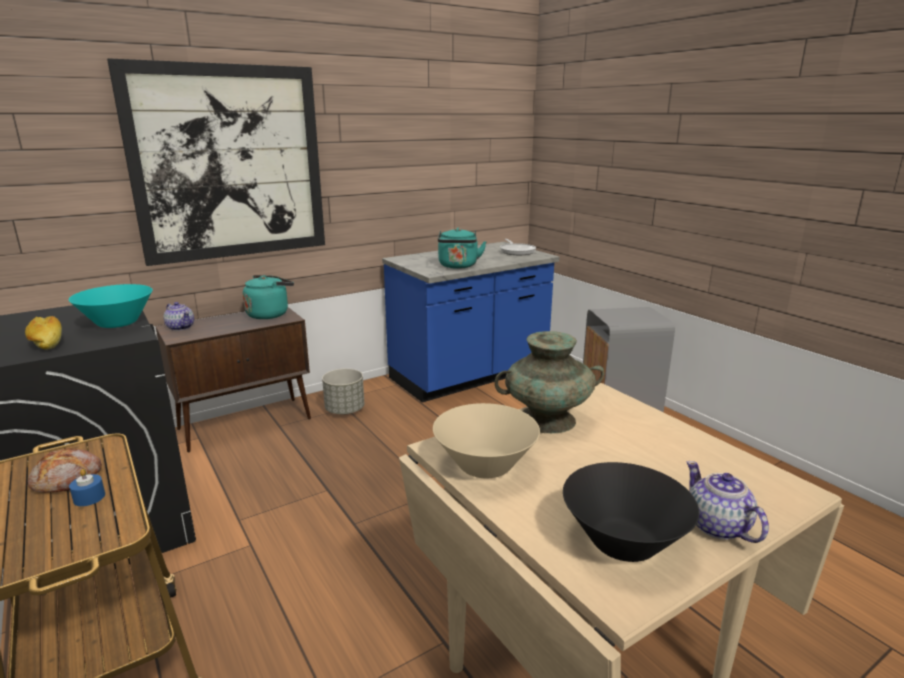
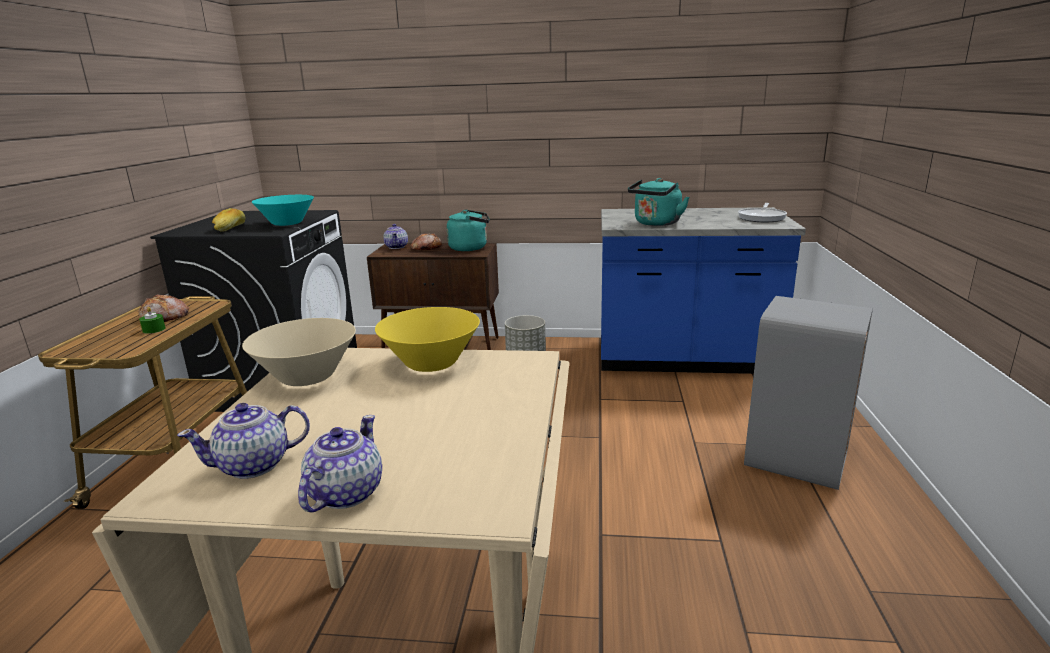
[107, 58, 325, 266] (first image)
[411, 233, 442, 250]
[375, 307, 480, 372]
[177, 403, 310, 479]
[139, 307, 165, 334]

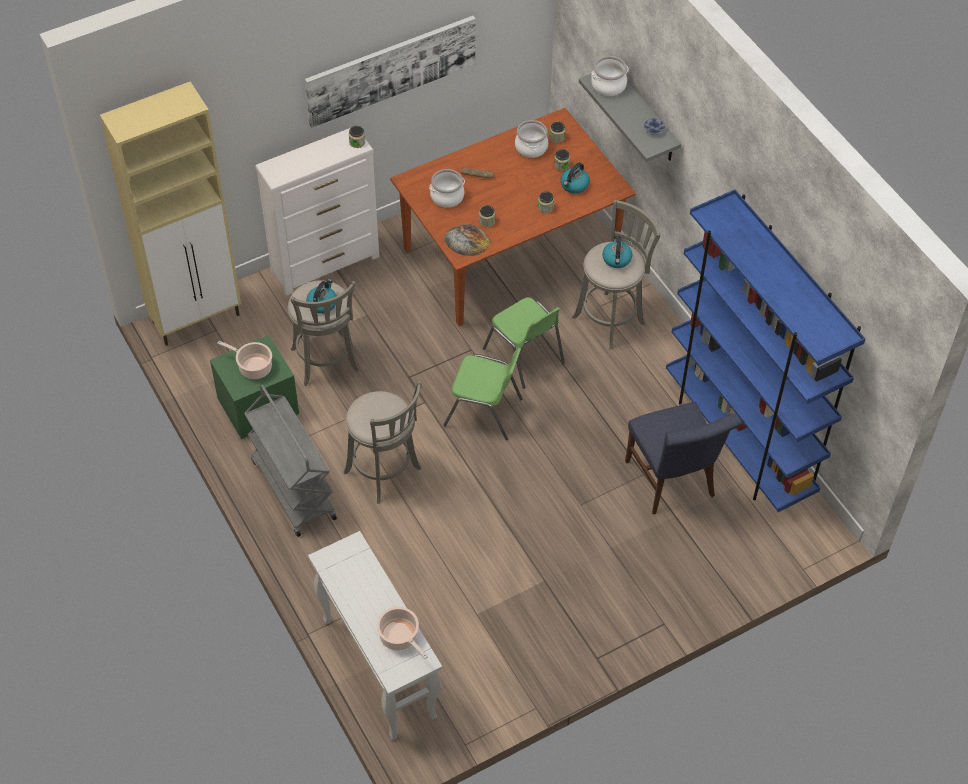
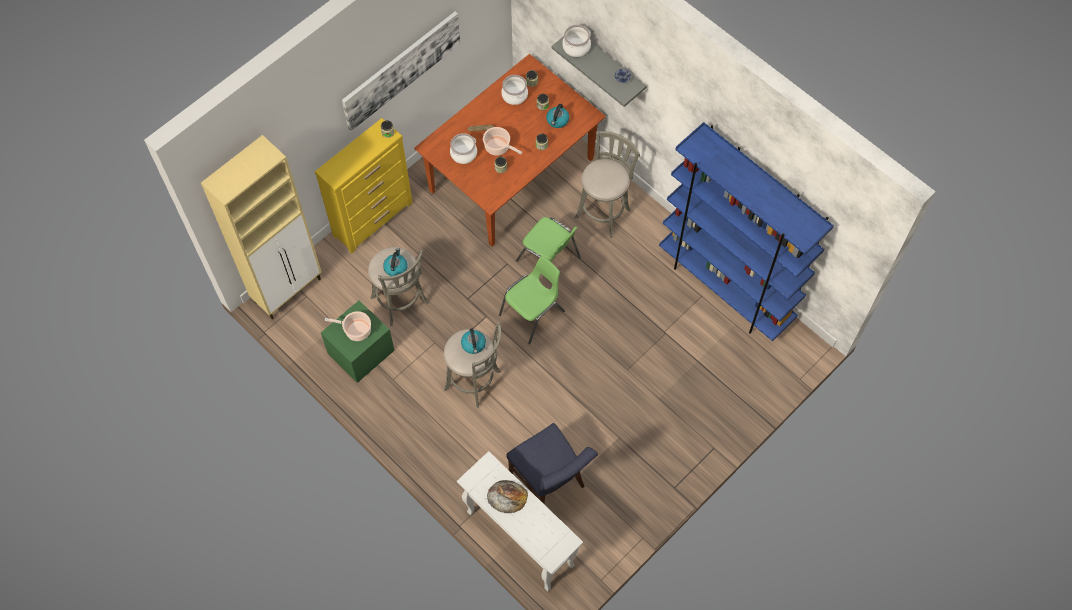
[244, 384, 337, 537] (first image)
[483, 127, 522, 156]
[487, 480, 528, 513]
[461, 328, 486, 354]
[506, 423, 598, 504]
[315, 118, 413, 254]
[499, 256, 565, 344]

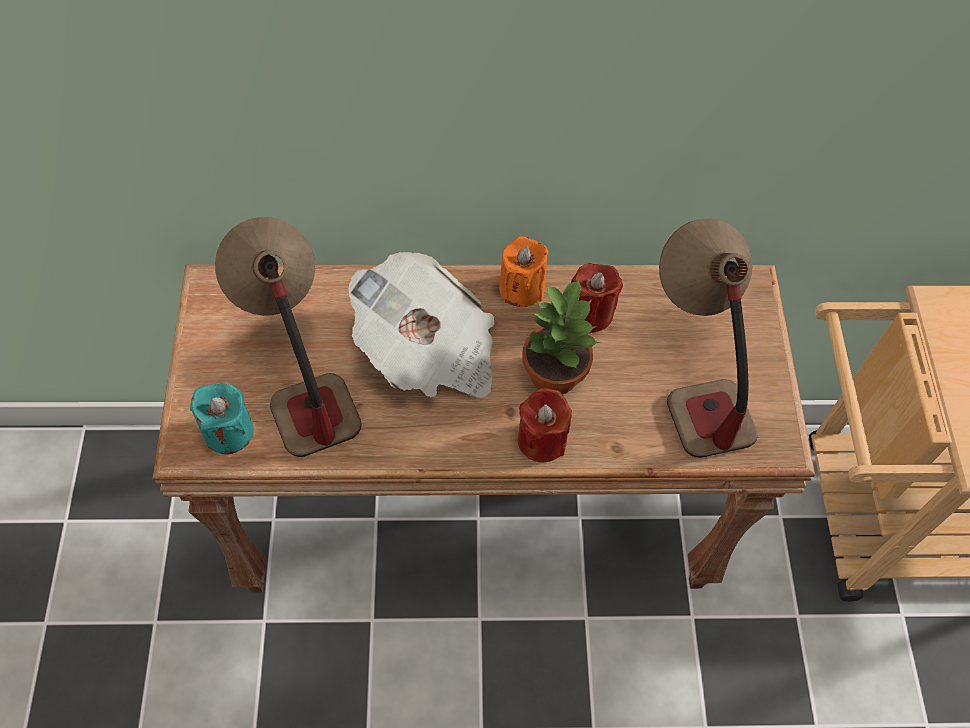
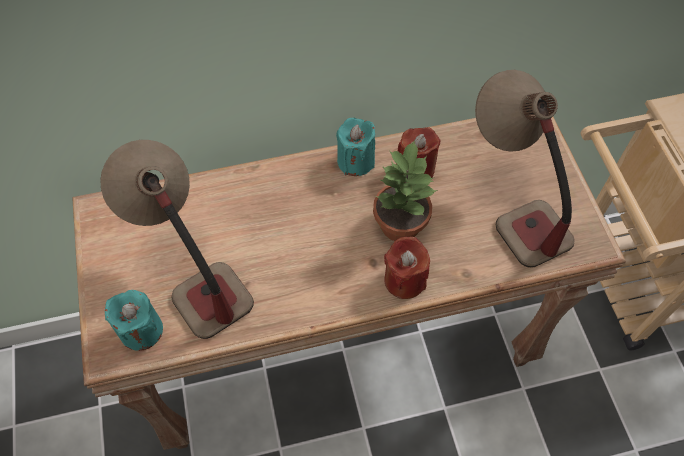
[348, 252, 495, 398] (first image)
[336, 118, 375, 176]

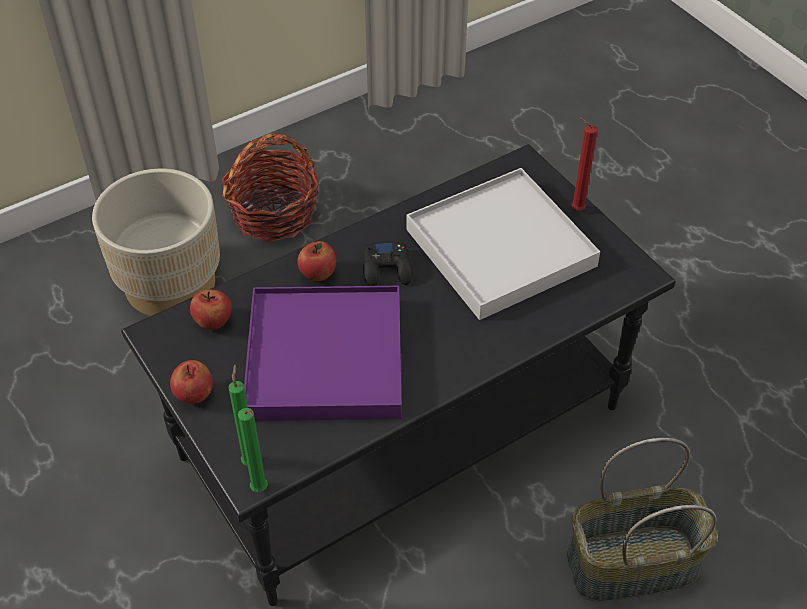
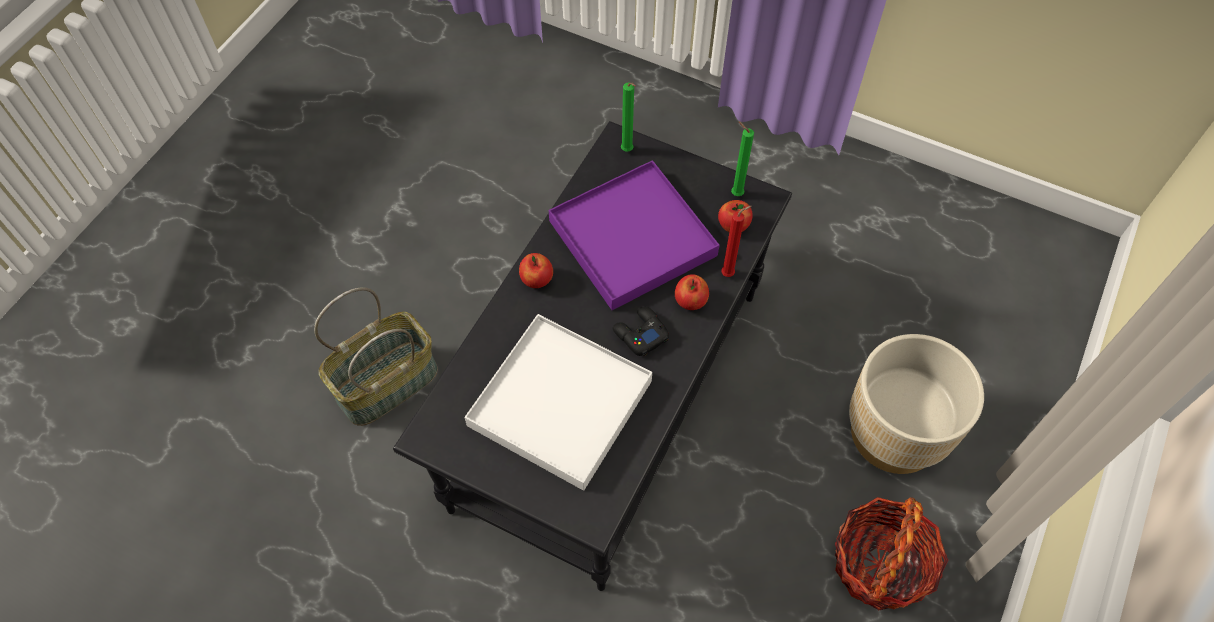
[519, 253, 553, 288]
[731, 121, 754, 196]
[721, 206, 751, 277]

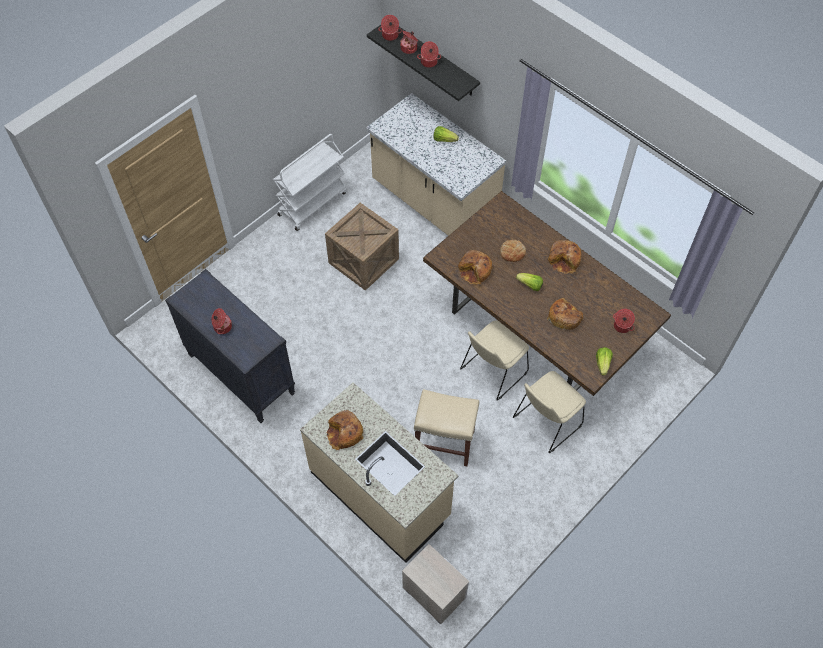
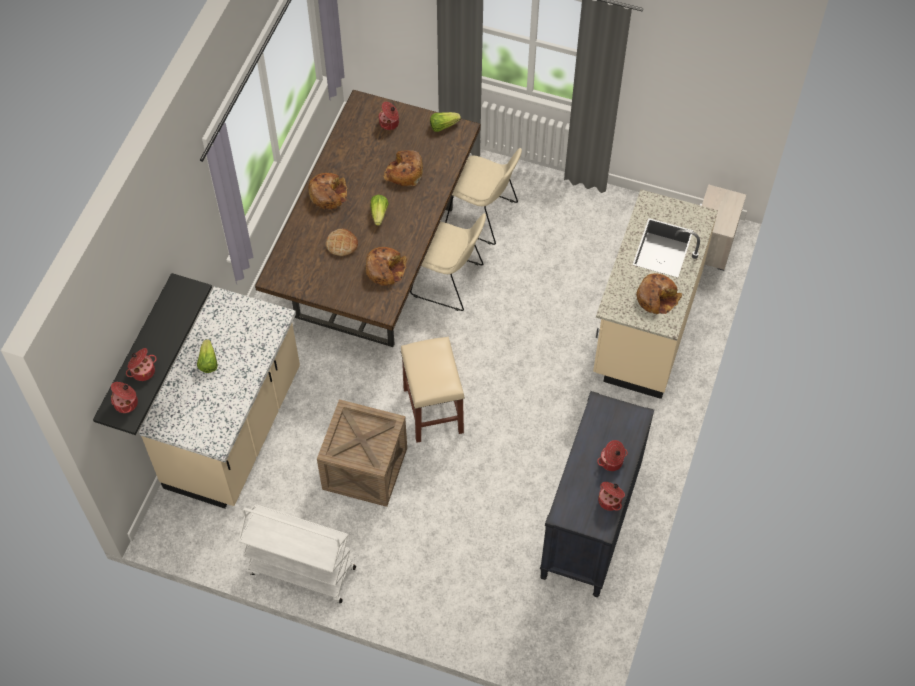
[401, 337, 465, 443]
[598, 482, 625, 511]

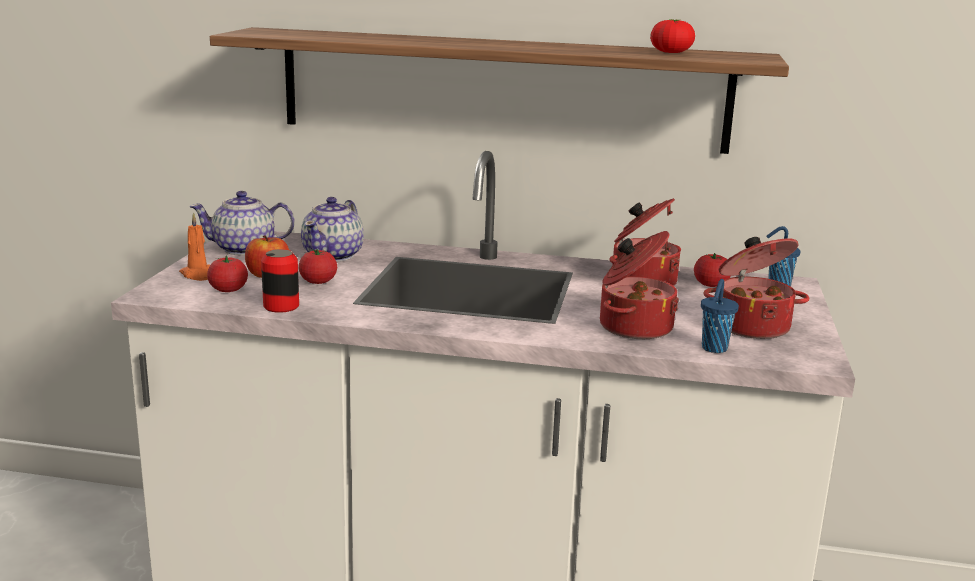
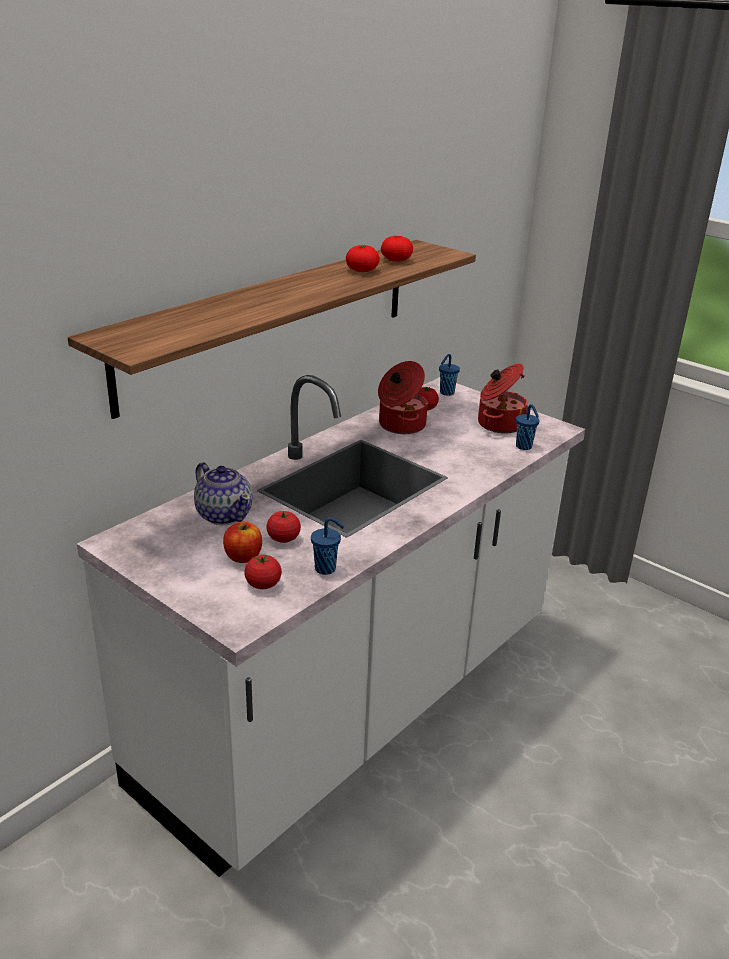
[179, 212, 210, 281] (first image)
[189, 191, 295, 255] (first image)
[600, 231, 679, 339] (first image)
[346, 245, 380, 272]
[311, 517, 344, 575]

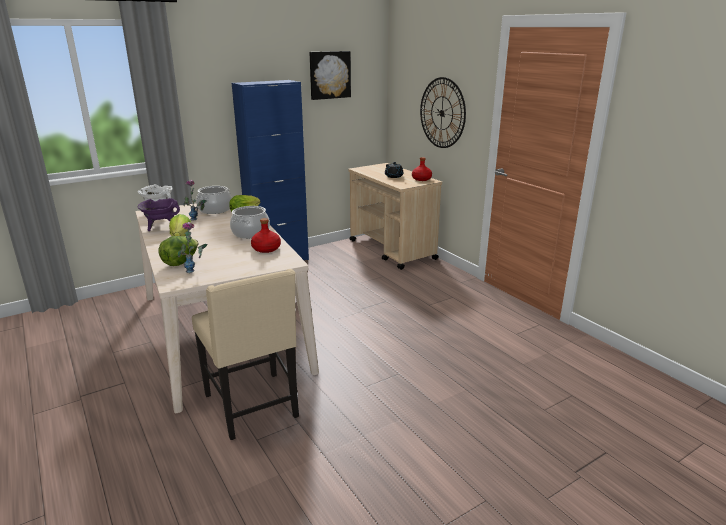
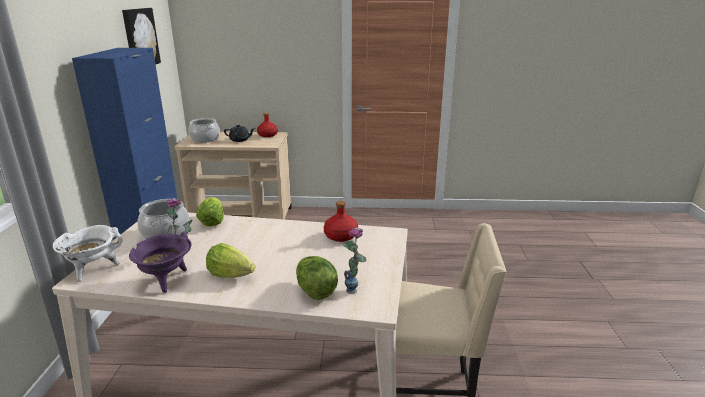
[420, 77, 466, 148] (first image)
[188, 118, 220, 143]

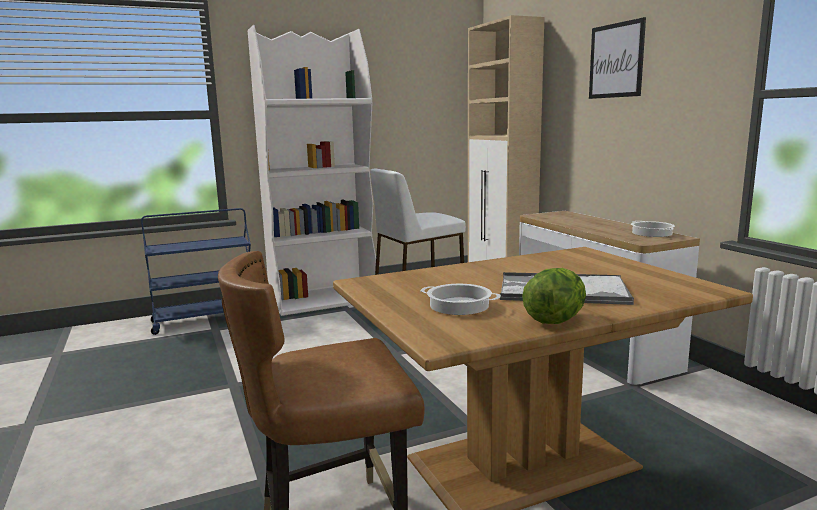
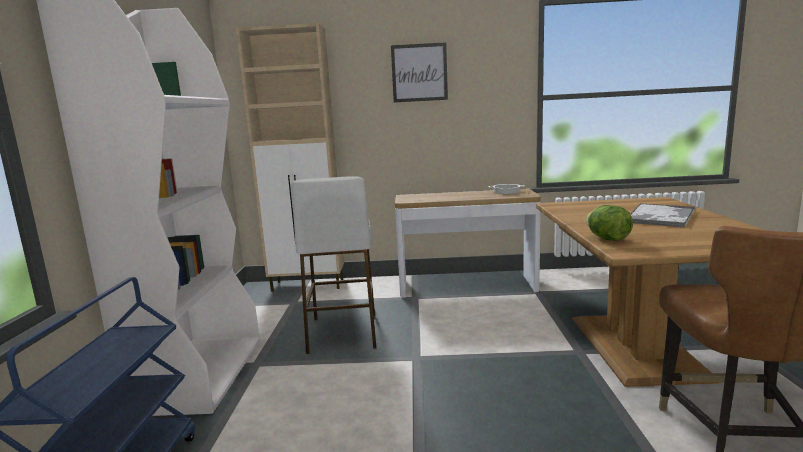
[420, 284, 501, 315] (first image)
[586, 205, 633, 241]

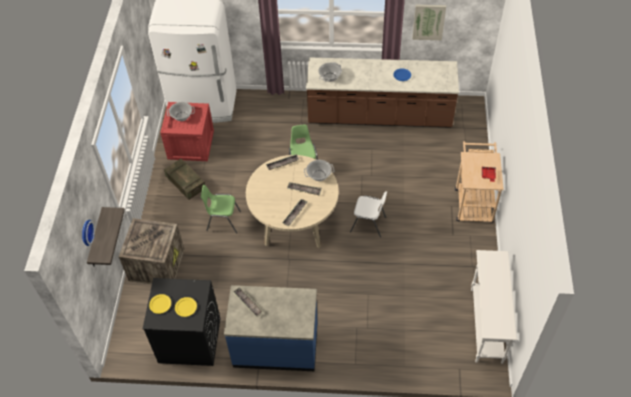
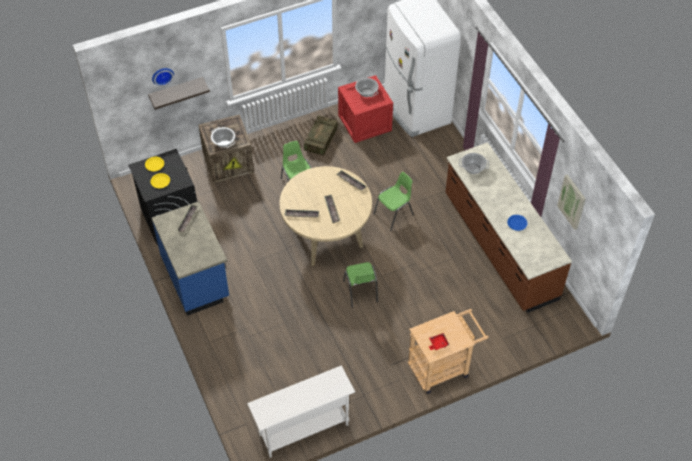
[211, 127, 235, 148]
[343, 262, 378, 308]

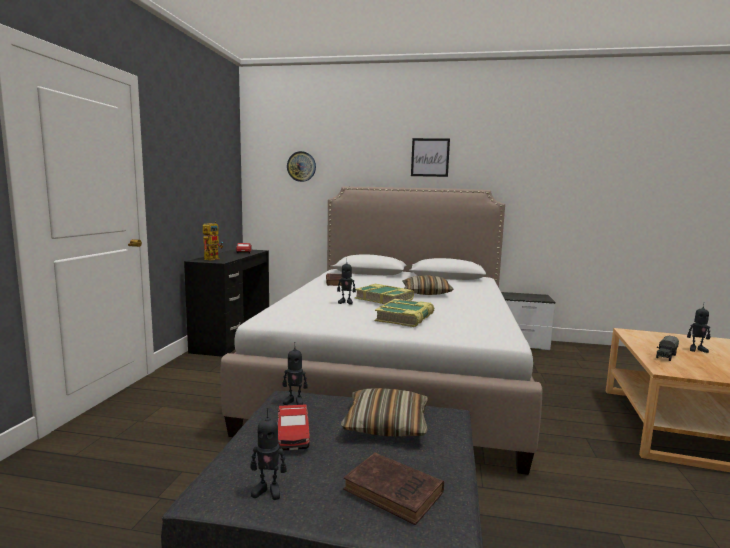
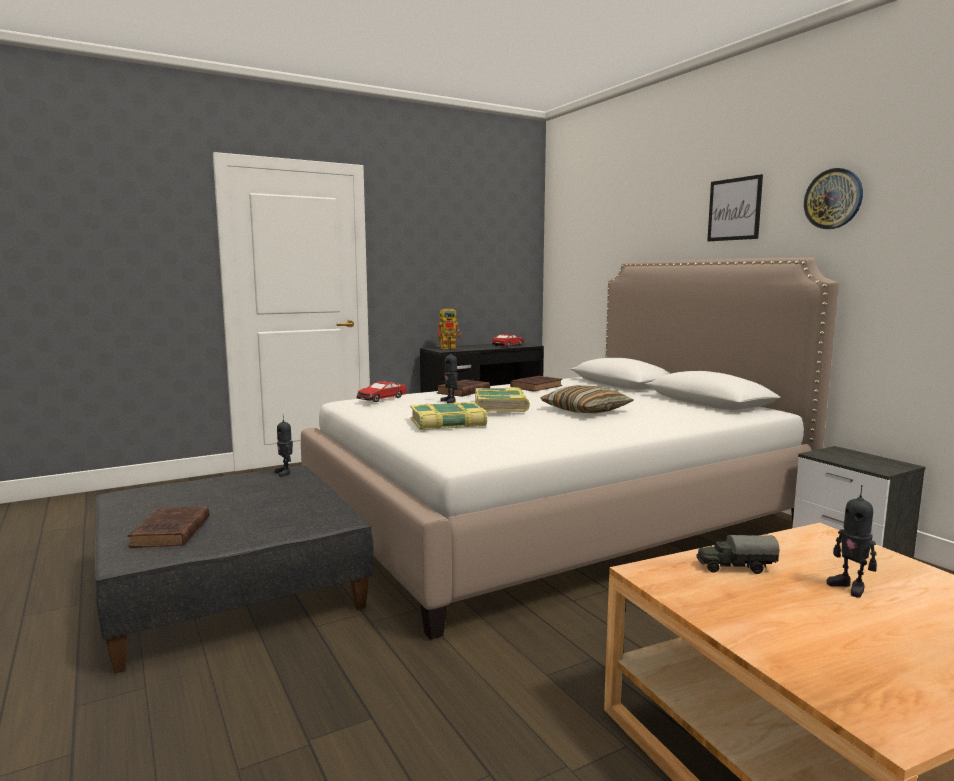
[250, 408, 287, 500] (first image)
[341, 388, 428, 436] (first image)
[437, 380, 490, 397]
[357, 381, 406, 402]
[804, 168, 863, 229]

